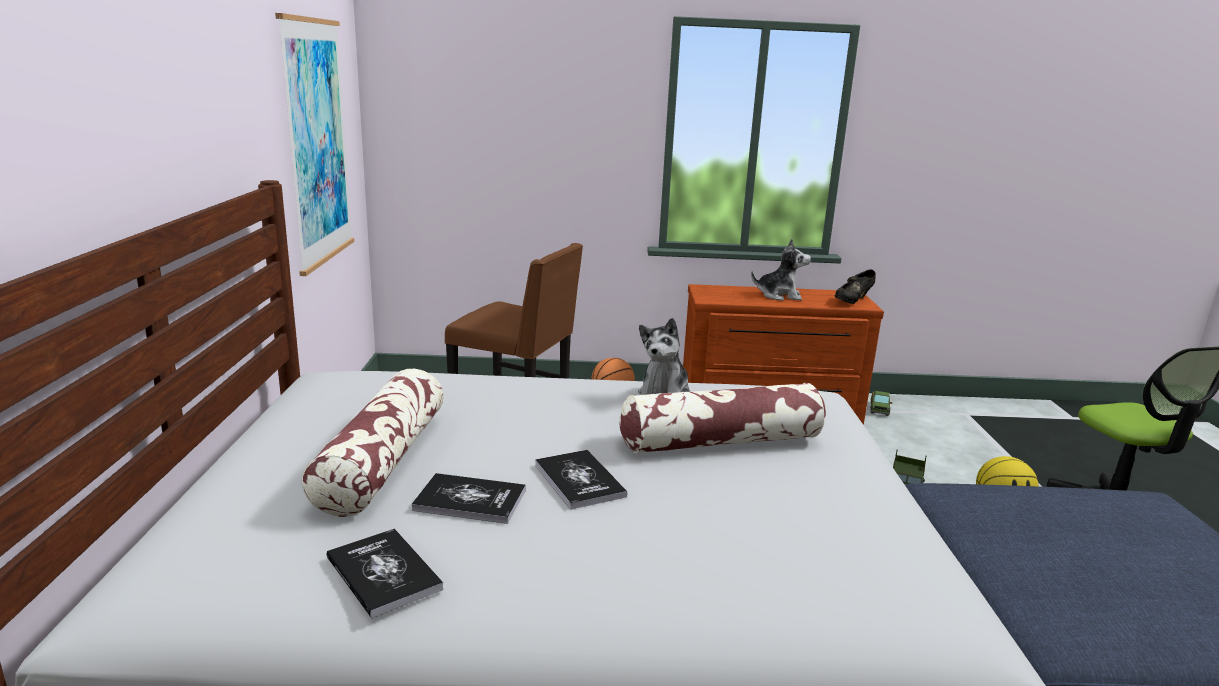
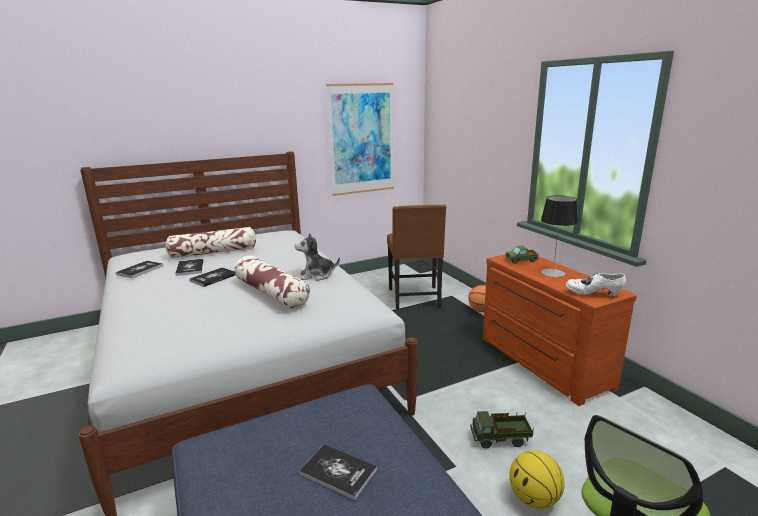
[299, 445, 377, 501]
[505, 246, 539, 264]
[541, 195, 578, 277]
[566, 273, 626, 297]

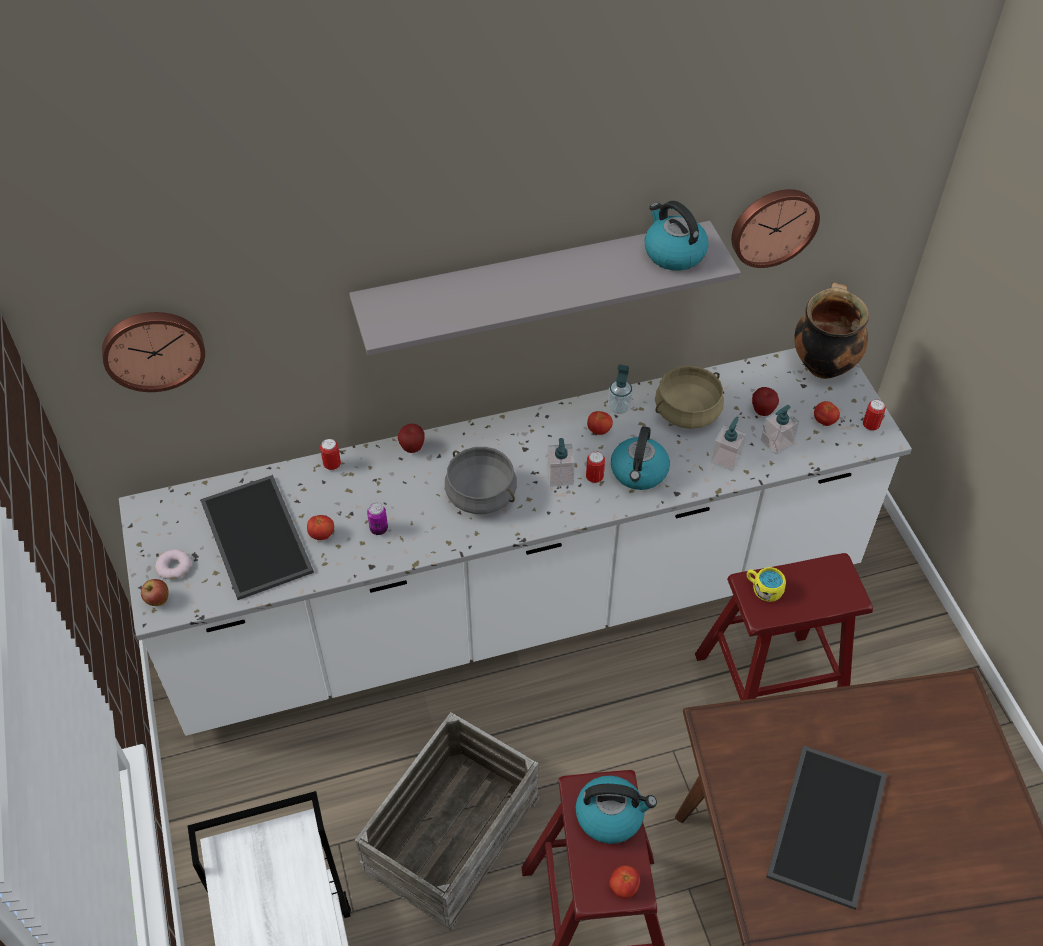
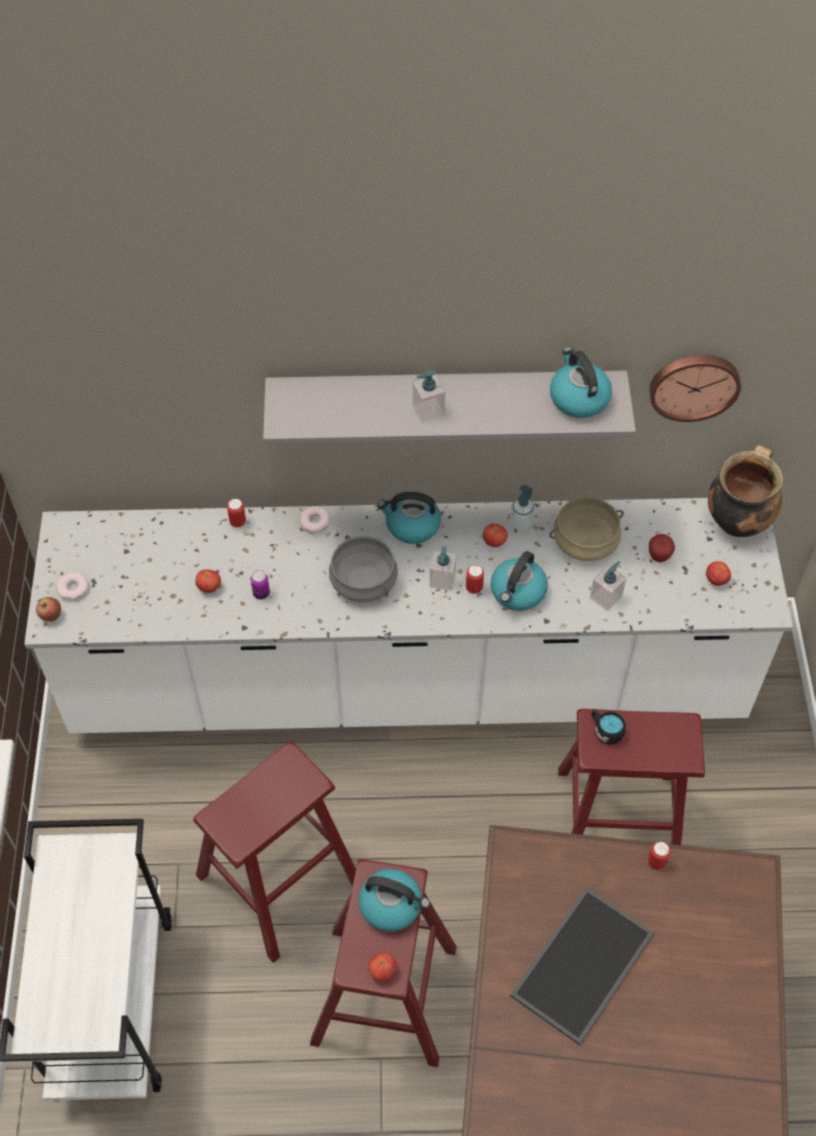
[102, 312, 205, 392] (first image)
[200, 475, 314, 600] (first image)
[377, 492, 441, 544]
[412, 370, 446, 423]
[648, 841, 671, 870]
[193, 741, 356, 963]
[299, 506, 331, 533]
[591, 710, 626, 745]

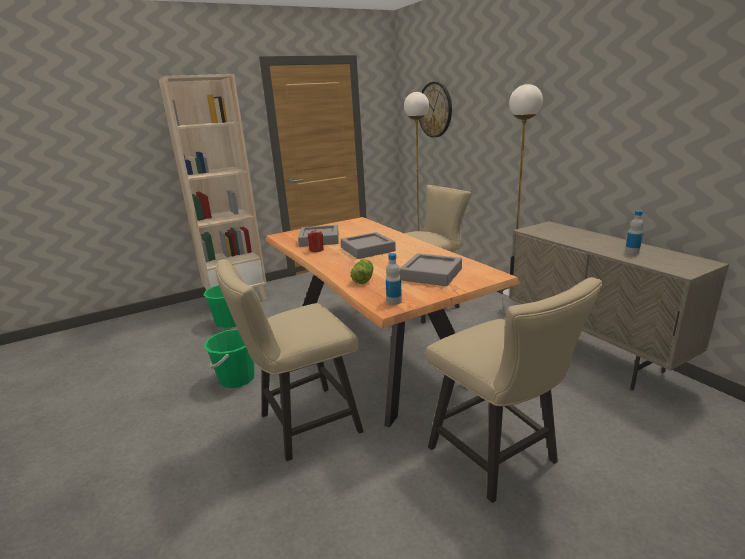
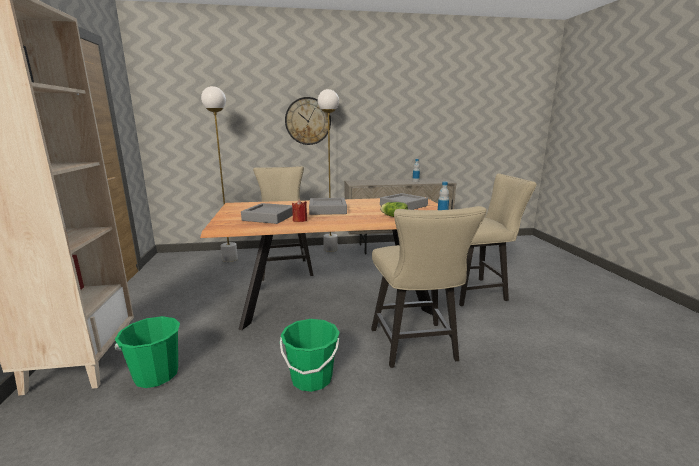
[285, 97, 331, 145]

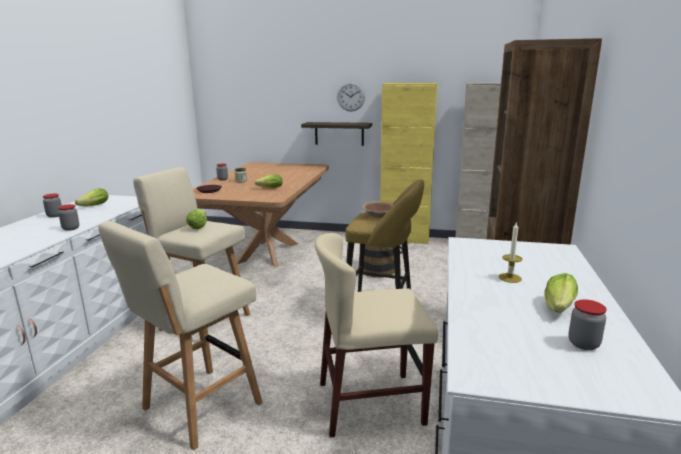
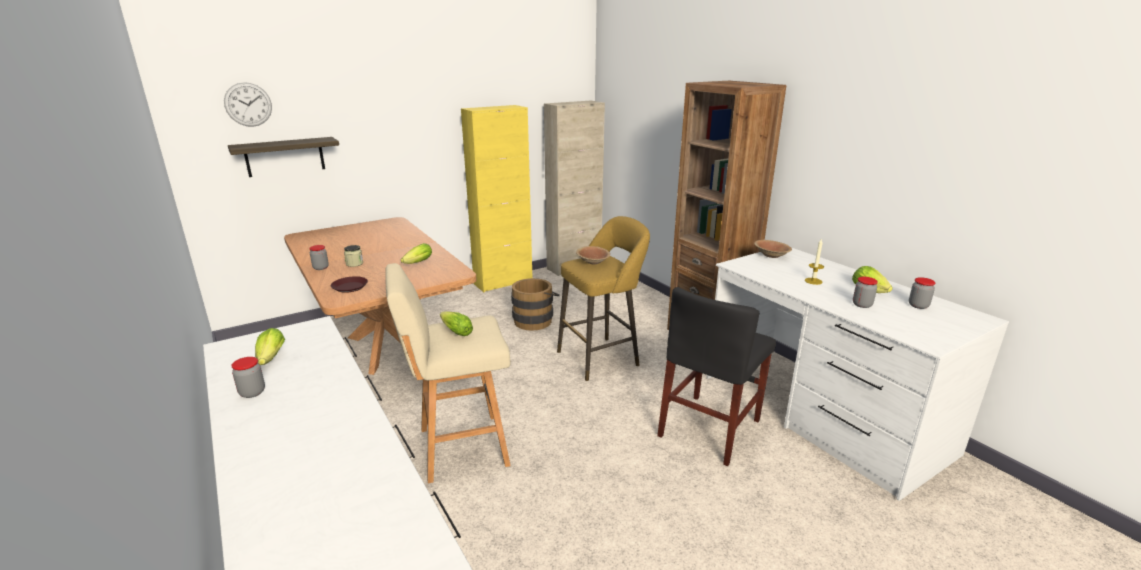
[98, 221, 263, 450] (first image)
[754, 240, 792, 258]
[853, 277, 878, 308]
[228, 137, 339, 177]
[224, 82, 272, 127]
[657, 287, 776, 466]

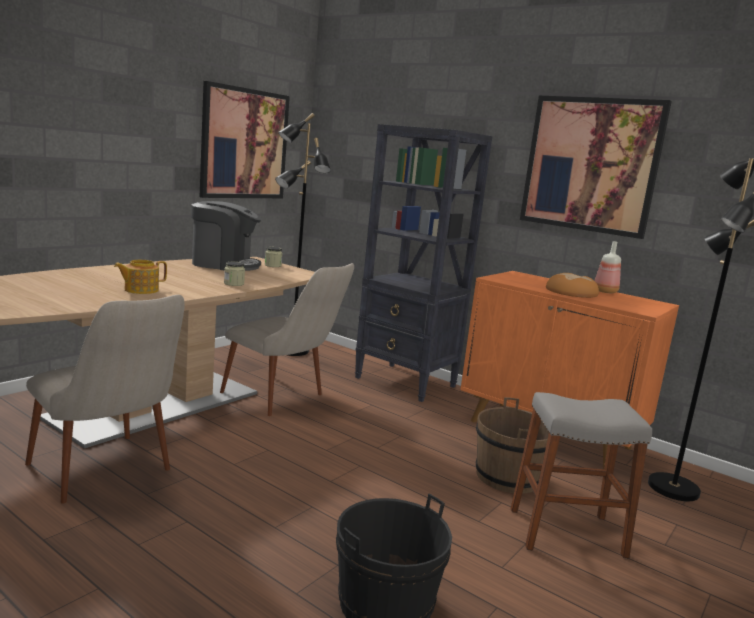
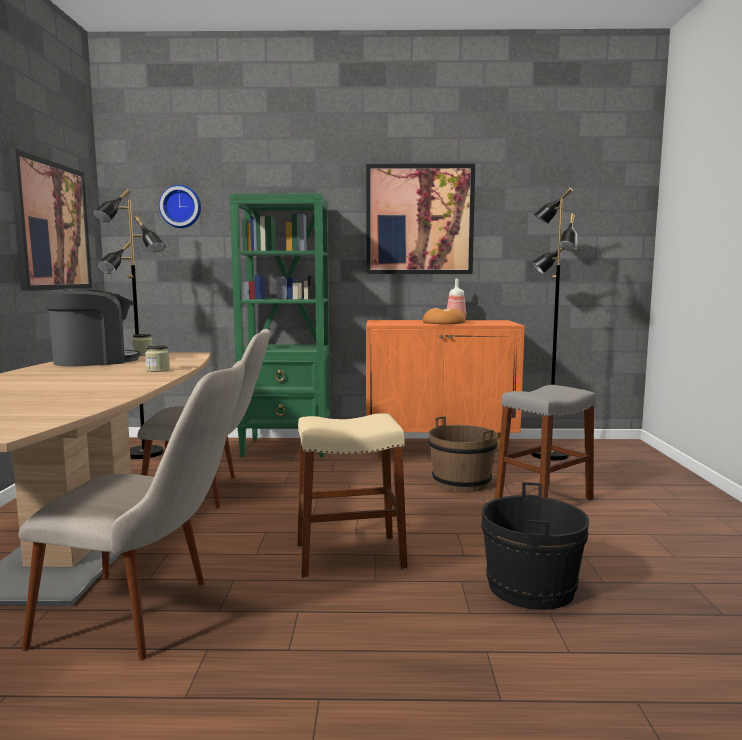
[114, 260, 167, 294] (first image)
[159, 185, 201, 228]
[297, 413, 407, 577]
[229, 193, 330, 457]

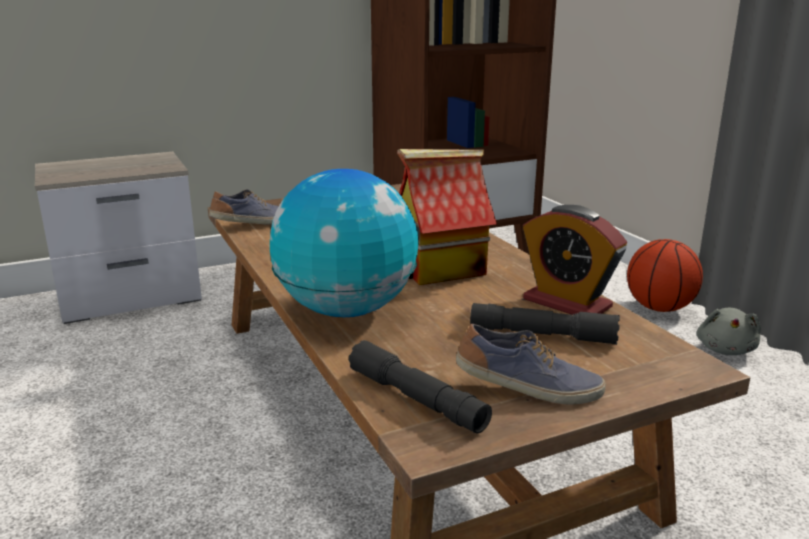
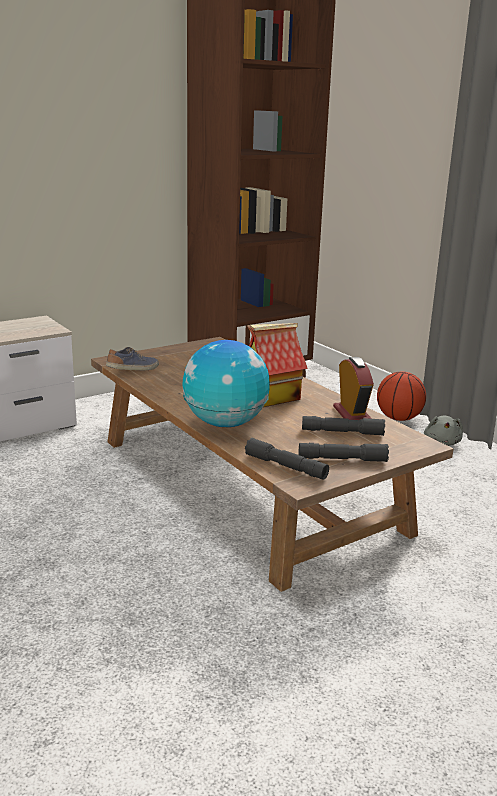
[299, 443, 389, 462]
[333, 357, 374, 420]

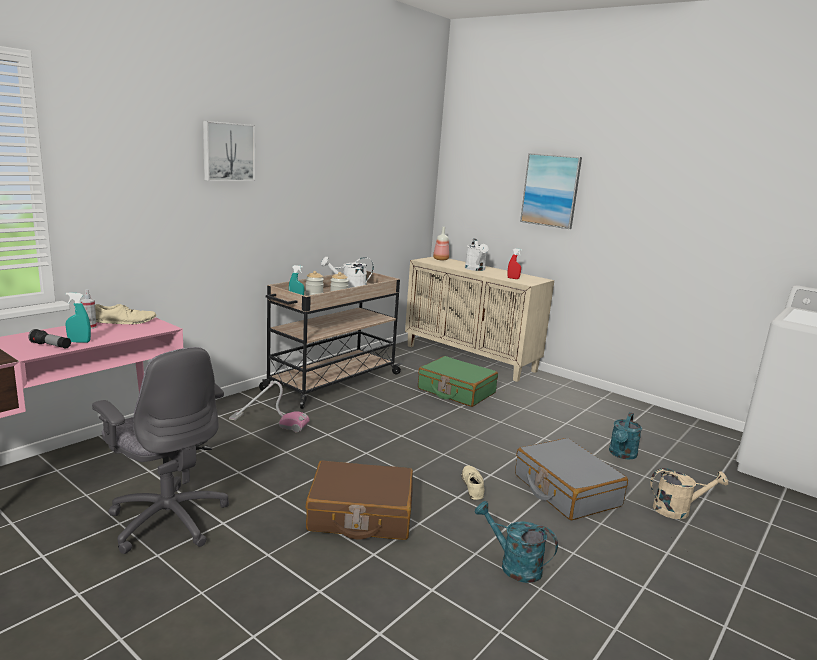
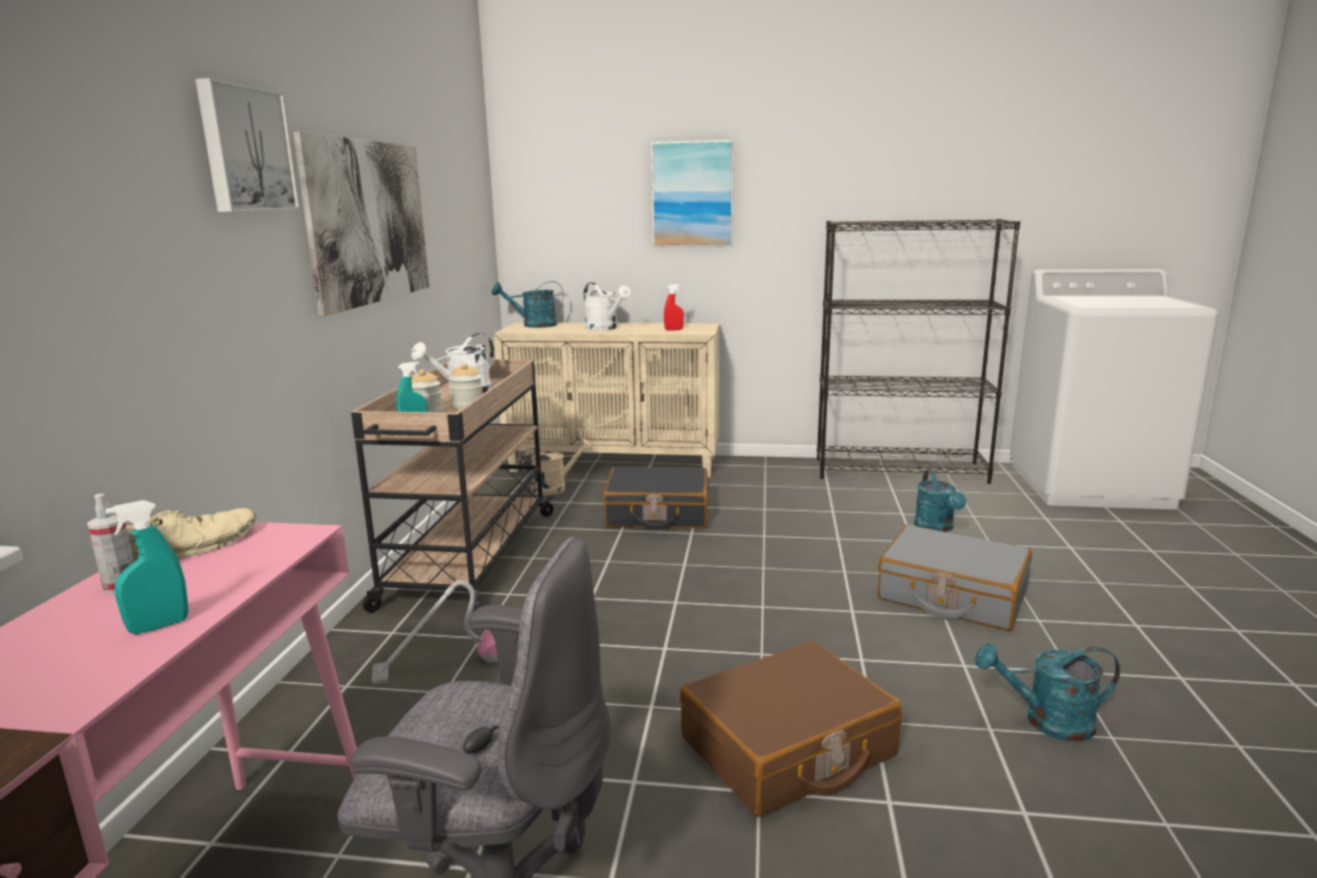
[28, 329, 71, 349] (first image)
[462, 466, 485, 500] (first image)
[293, 131, 429, 316]
[817, 219, 1020, 484]
[522, 439, 592, 496]
[492, 281, 564, 328]
[603, 467, 709, 530]

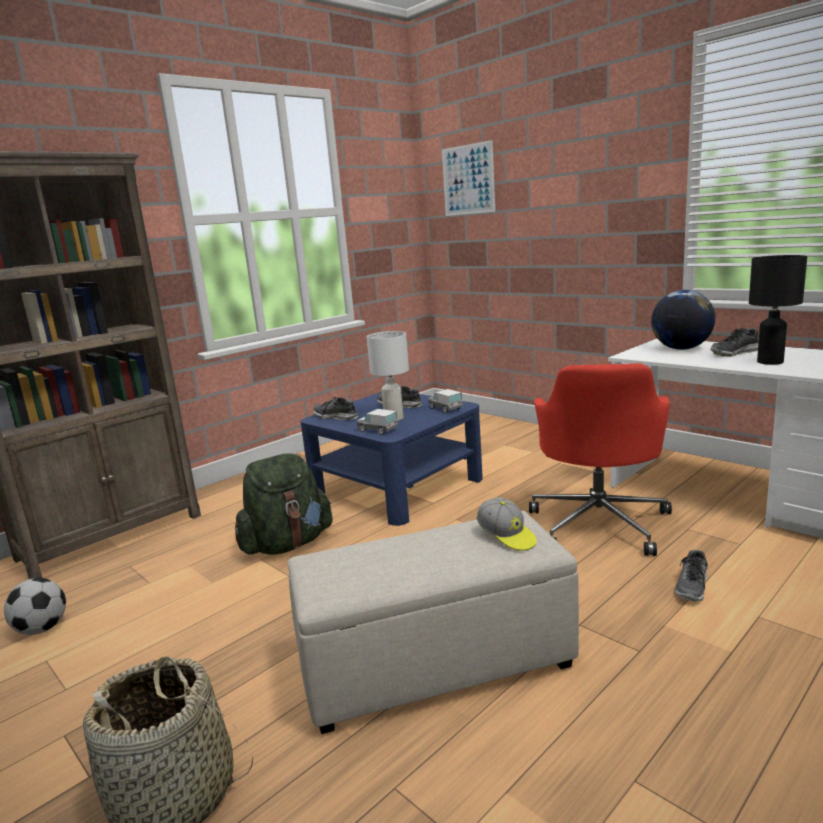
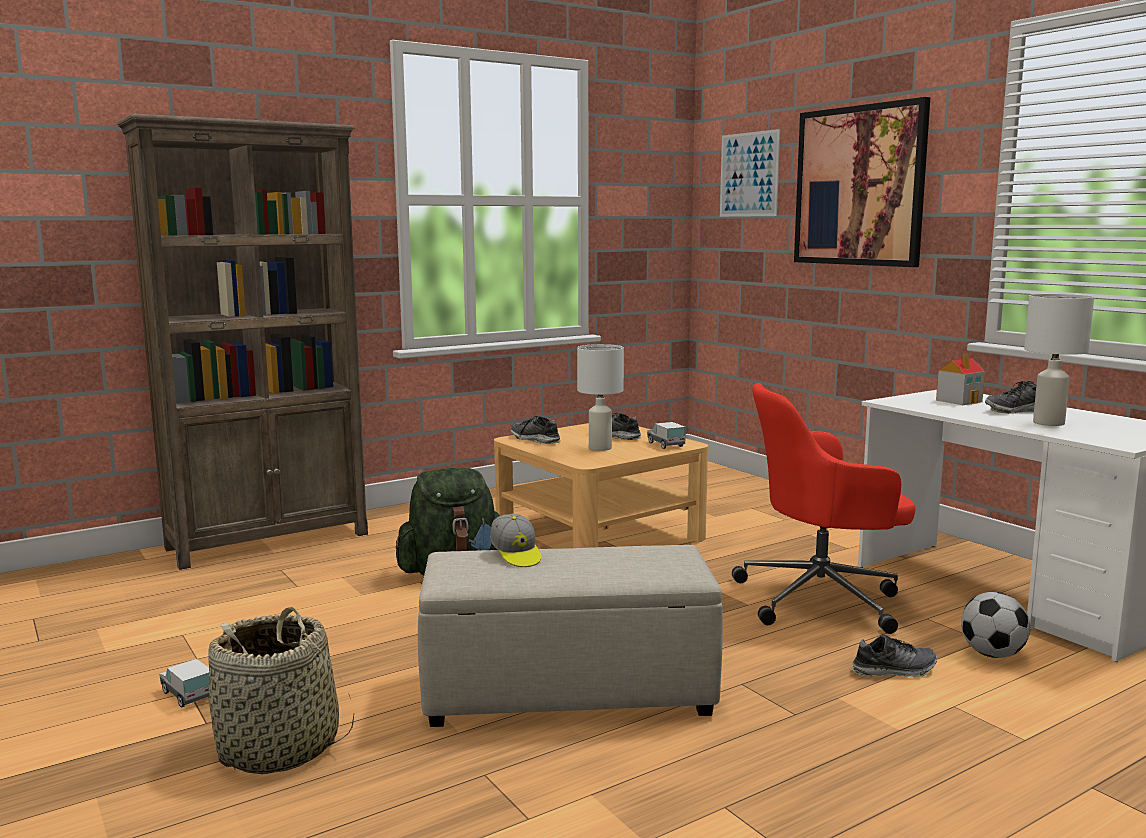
[794, 97, 930, 267]
[961, 592, 1030, 658]
[159, 659, 209, 708]
[490, 514, 542, 567]
[936, 354, 985, 405]
[494, 423, 708, 548]
[1024, 294, 1094, 426]
[732, 383, 915, 634]
[852, 635, 937, 677]

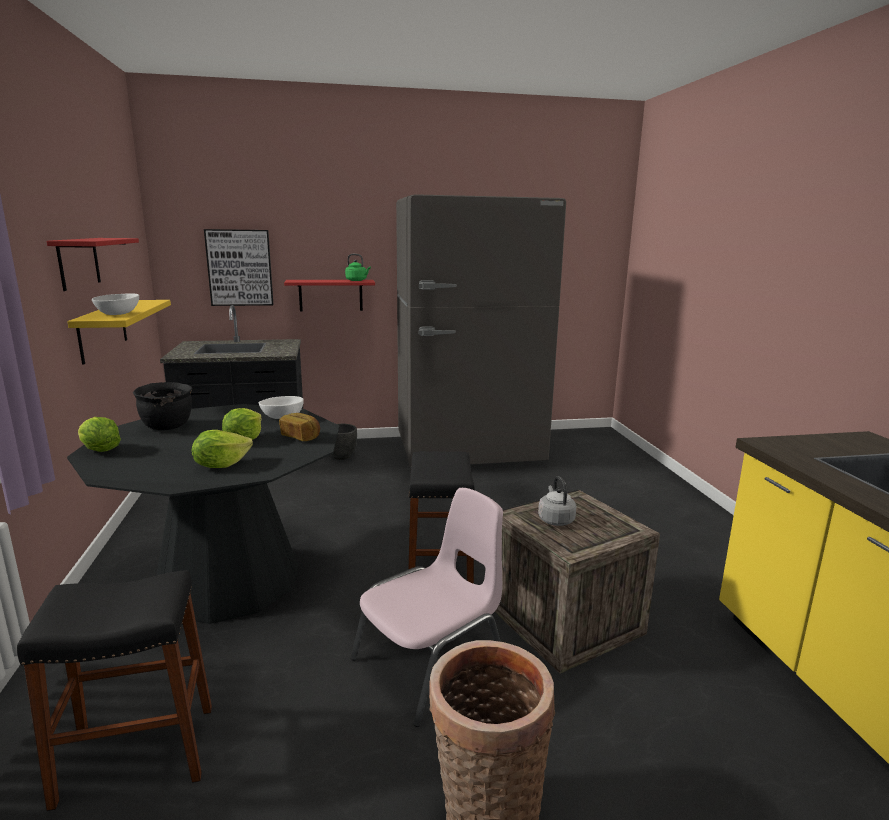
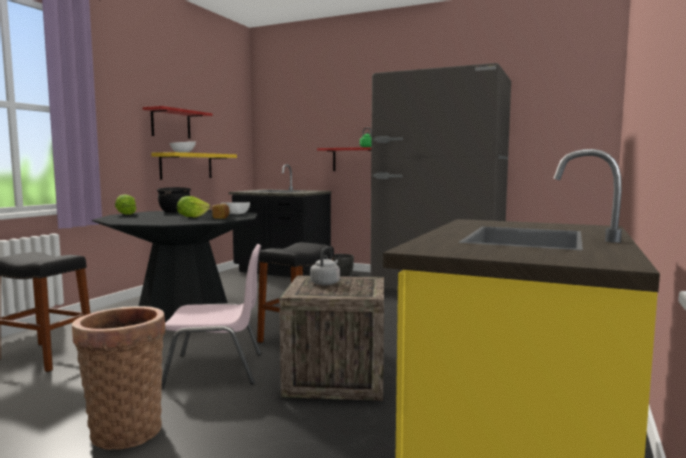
[192, 430, 253, 468] (first image)
[204, 229, 274, 306] (first image)

